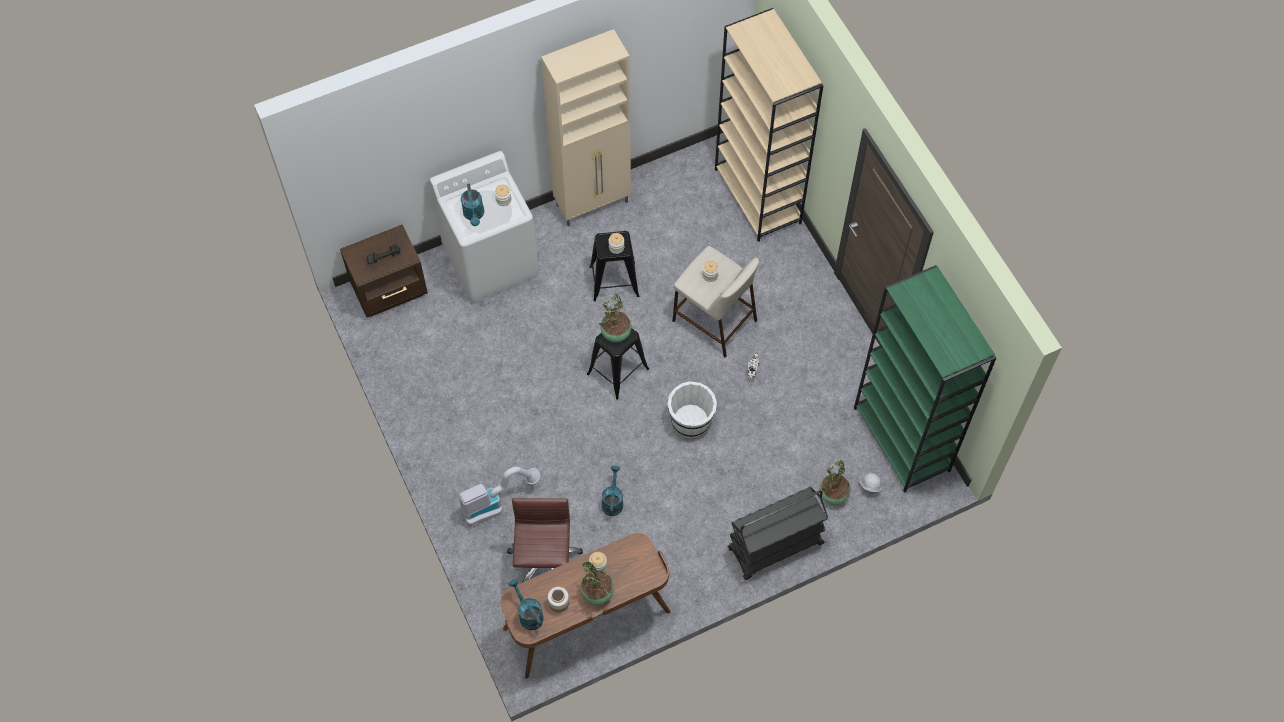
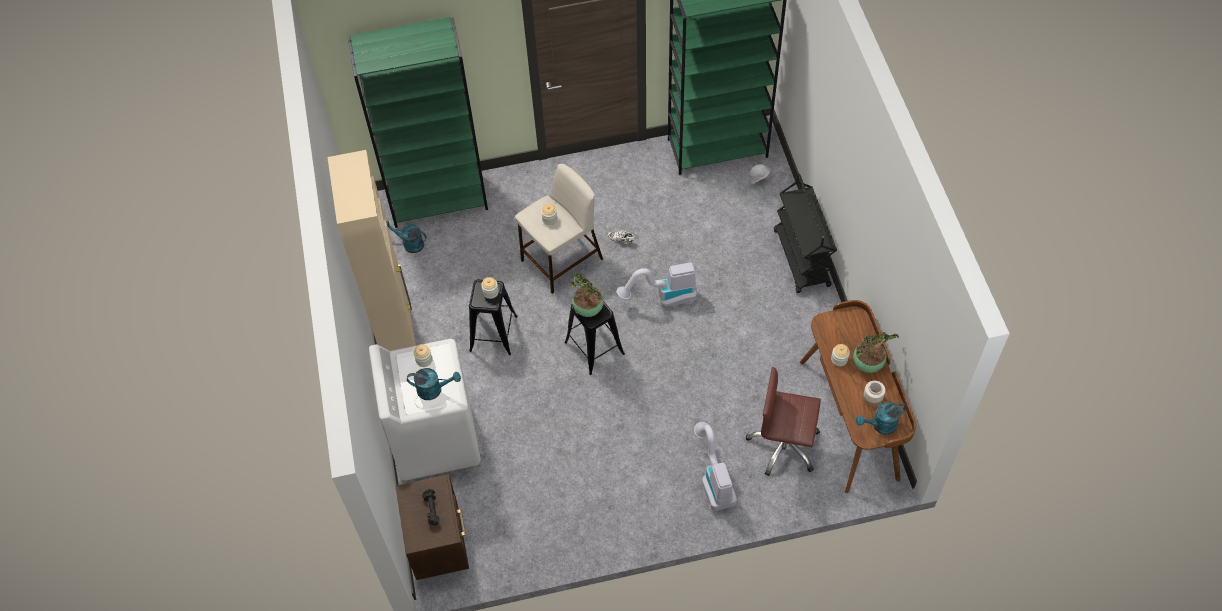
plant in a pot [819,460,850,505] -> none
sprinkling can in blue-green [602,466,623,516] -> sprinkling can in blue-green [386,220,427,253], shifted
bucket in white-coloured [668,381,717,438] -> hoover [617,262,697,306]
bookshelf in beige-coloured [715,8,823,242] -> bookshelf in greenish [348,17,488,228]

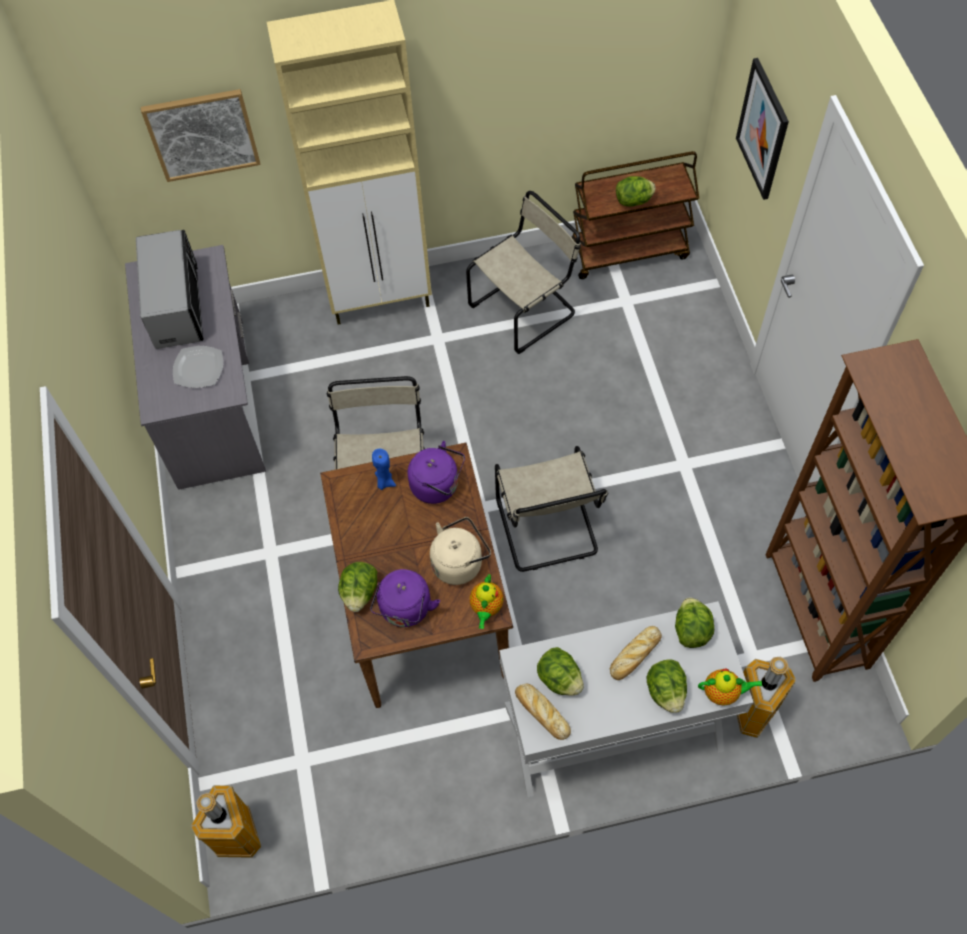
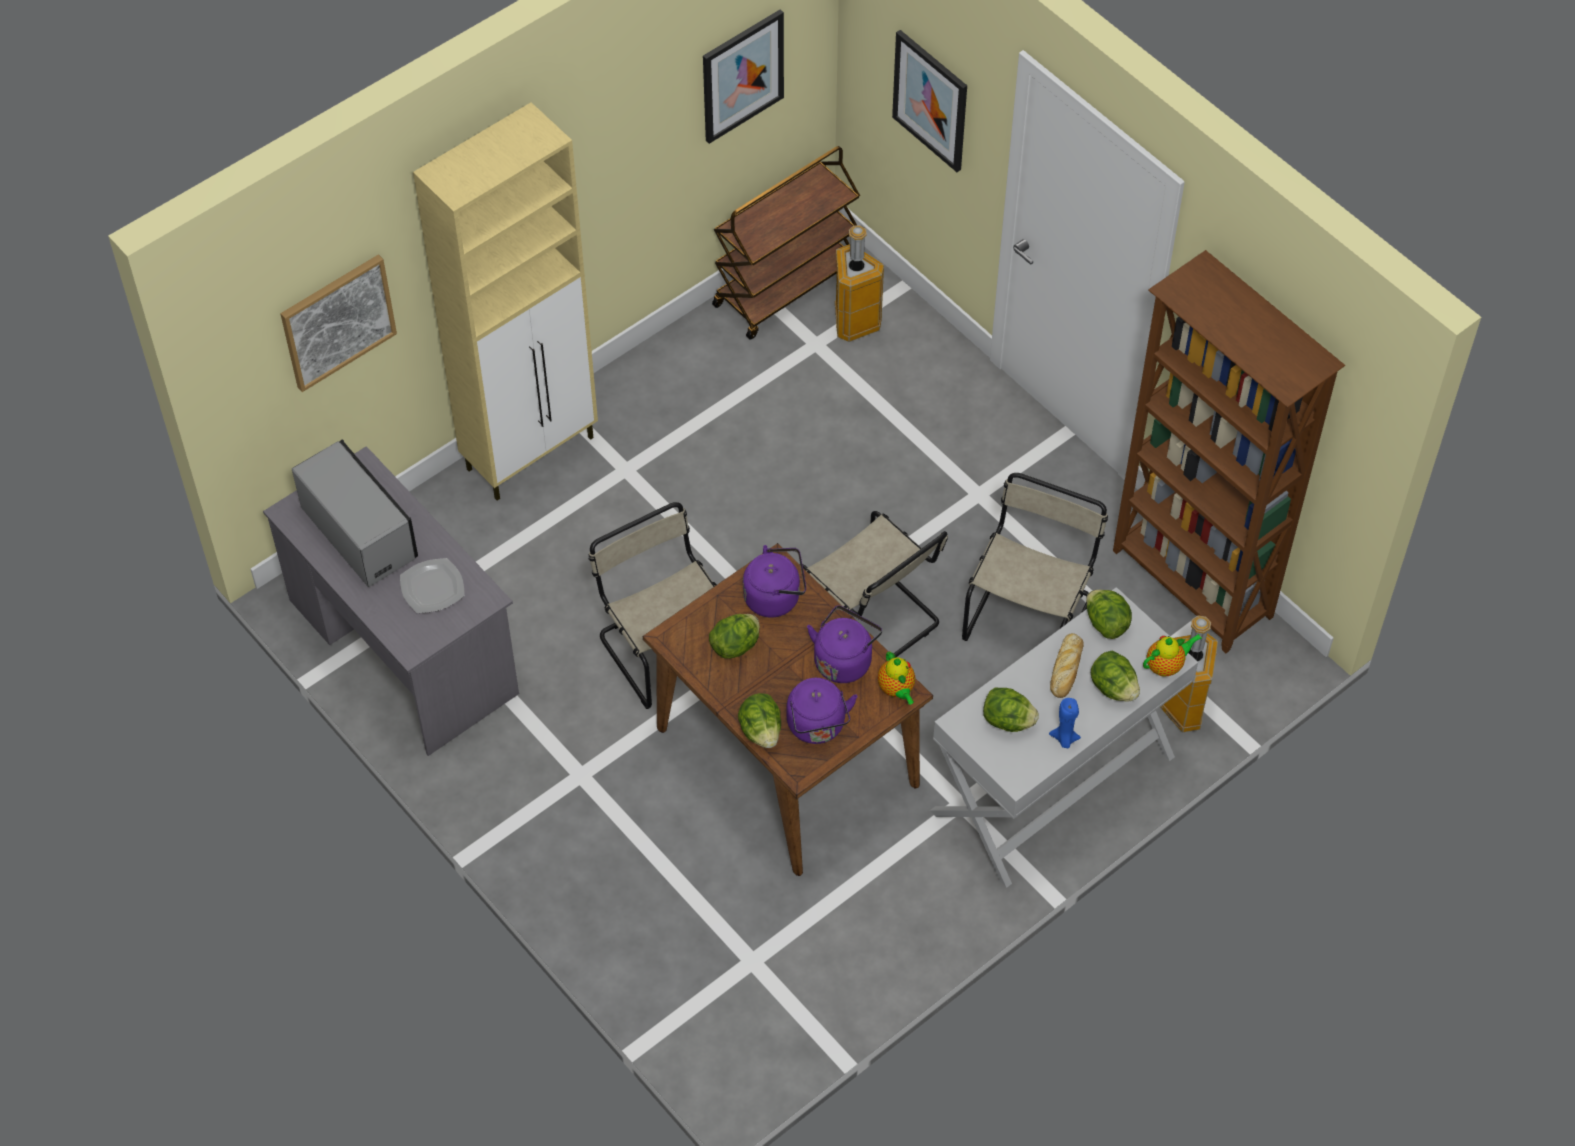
baked bread [515,684,571,740] -> none
none -> picture [703,9,784,144]
waste bin [191,785,261,858] -> waste bin [835,225,884,342], shifted
candle in blue [372,449,396,490] -> candle in blue [1049,698,1081,748], shifted
plain chair in beige-coloured [466,191,581,354] -> plain chair in beige-coloured [962,473,1108,641], shifted
lettuce [616,176,656,207] -> lettuce [709,614,760,659], shifted
kettle in beige-coloured [430,517,491,585] -> kettle in purple [807,605,882,683]

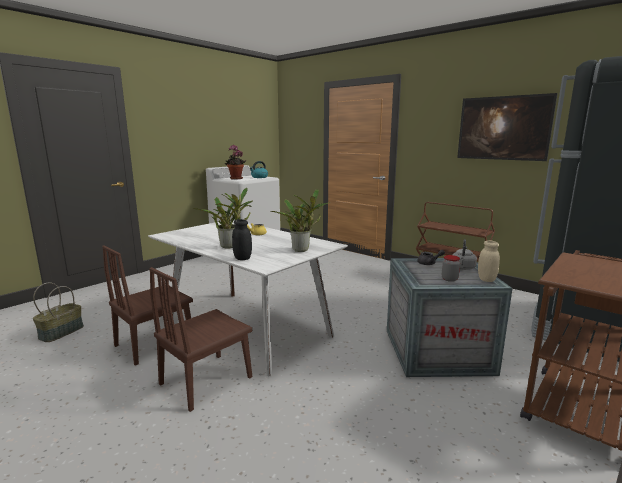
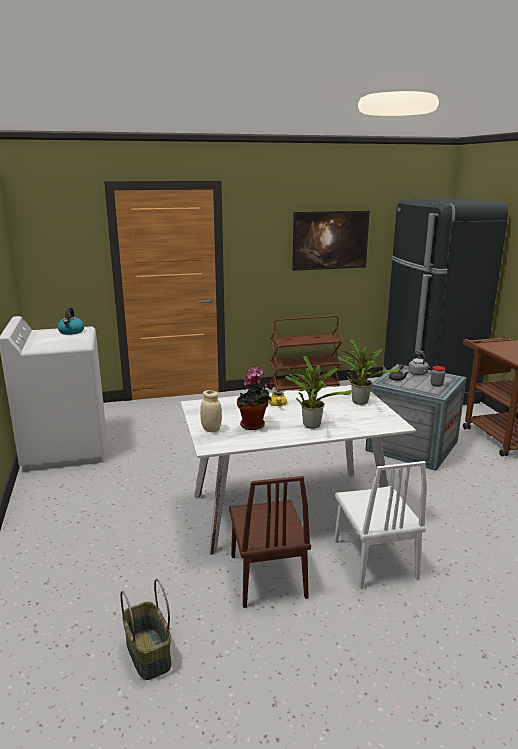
storage jar in blackish [232,219,252,260] -> none
plant in a pot [225,145,246,179] -> plant in a pot [237,366,272,430], shifted
storage jar in beige-coloured [478,241,500,282] -> storage jar in beige-coloured [200,390,222,432], shifted
plain chair in brown [149,267,252,412] -> plain chair in white-coloured [334,461,427,589]

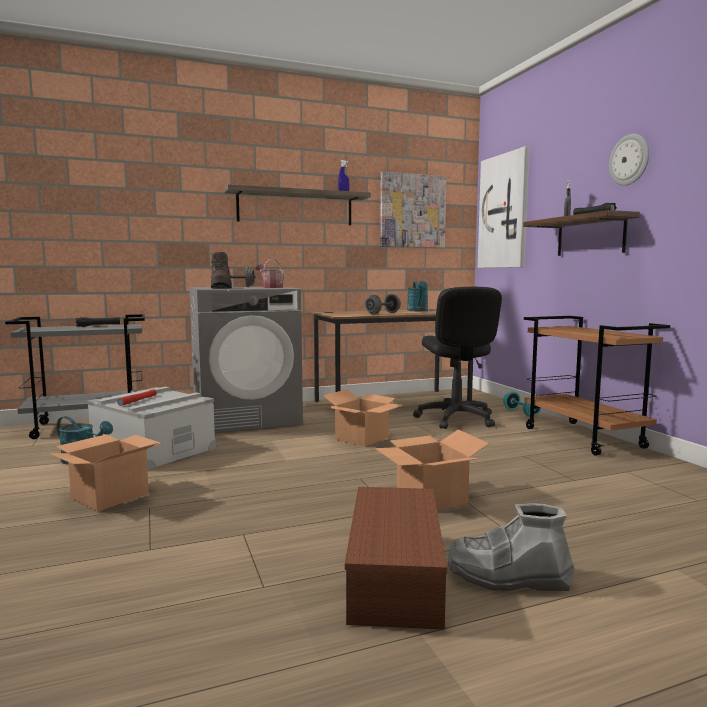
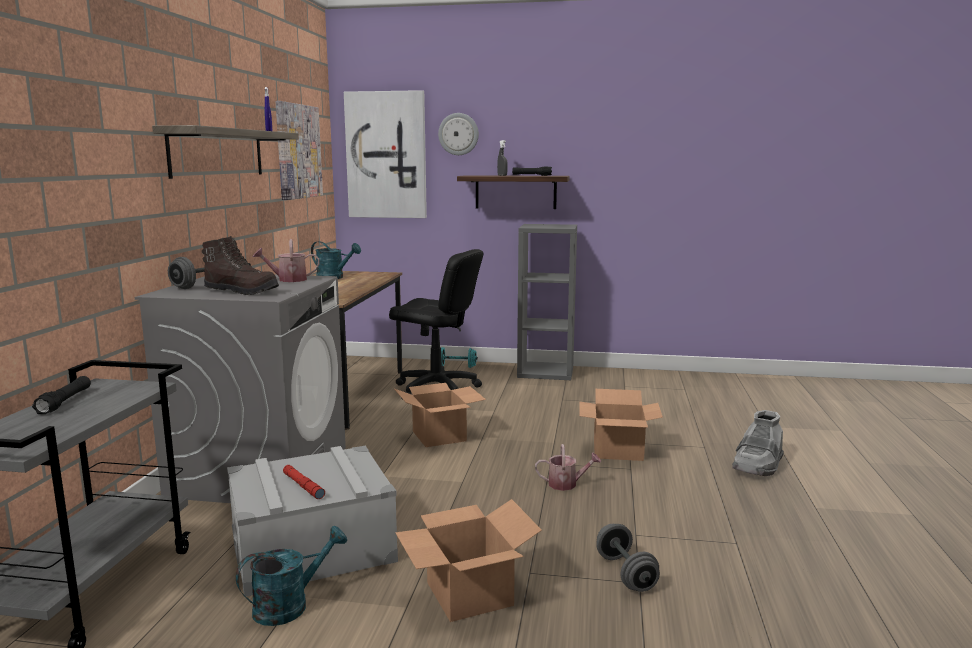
storage box in brown [345,487,447,630] -> none
none -> sprinkling can [535,444,601,491]
dumbbell in greyish [365,294,401,314] -> dumbbell in greyish [596,524,660,592], shifted
wall clock [609,134,649,186] -> wall clock [438,113,479,155], shifted
wheeled cart in brown [524,316,670,455] -> bookshelf in greyish [517,224,577,380]

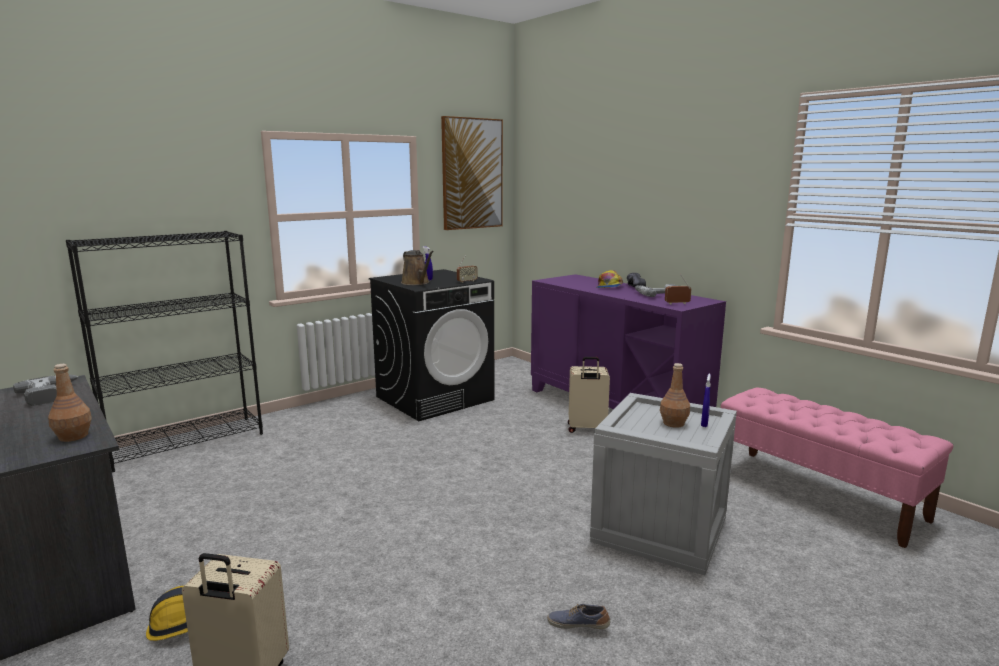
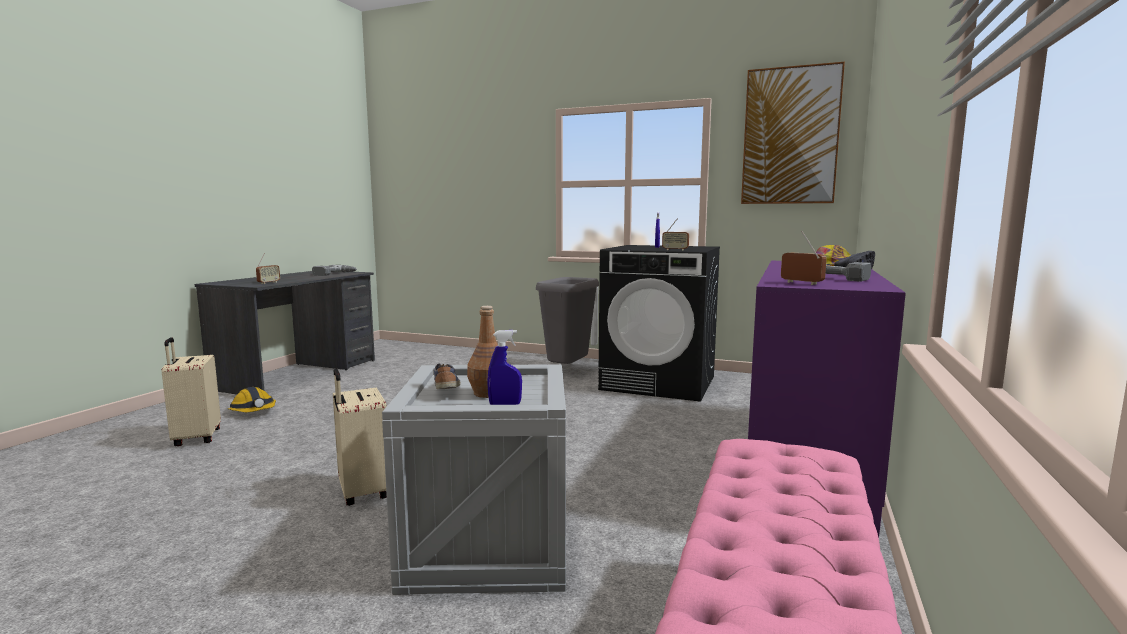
bookshelf in blackish [66,231,263,472] -> none
sprinkling can in brown [401,250,434,285] -> none
none -> waste bin in greyish [536,277,599,364]
shoe [547,604,610,629] -> shoe [434,363,461,389], shifted
suitcase in beige-coloured [568,357,610,433] -> suitcase in beige-coloured [333,369,387,506], shifted
bottle in brown [48,364,92,442] -> radio receiver [256,253,280,284]

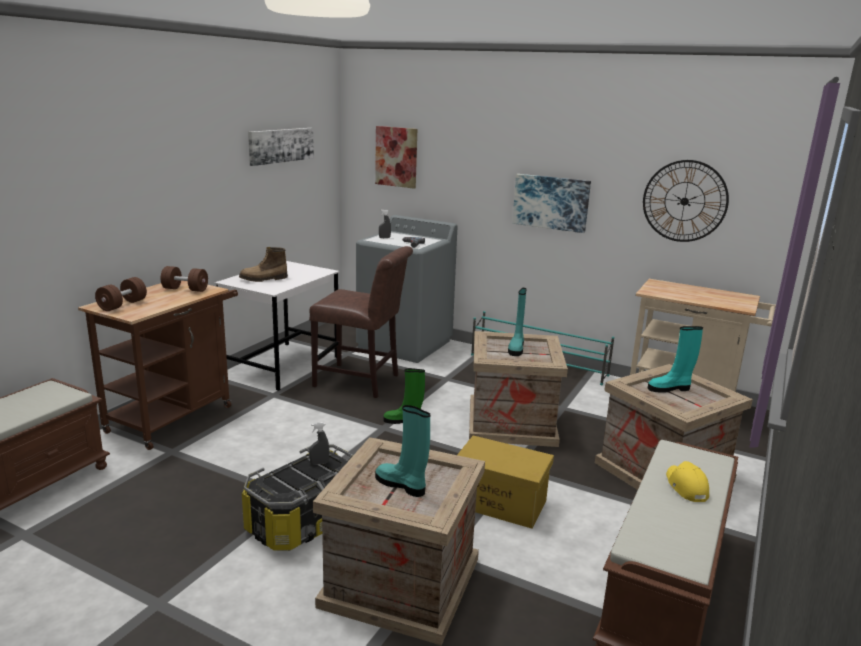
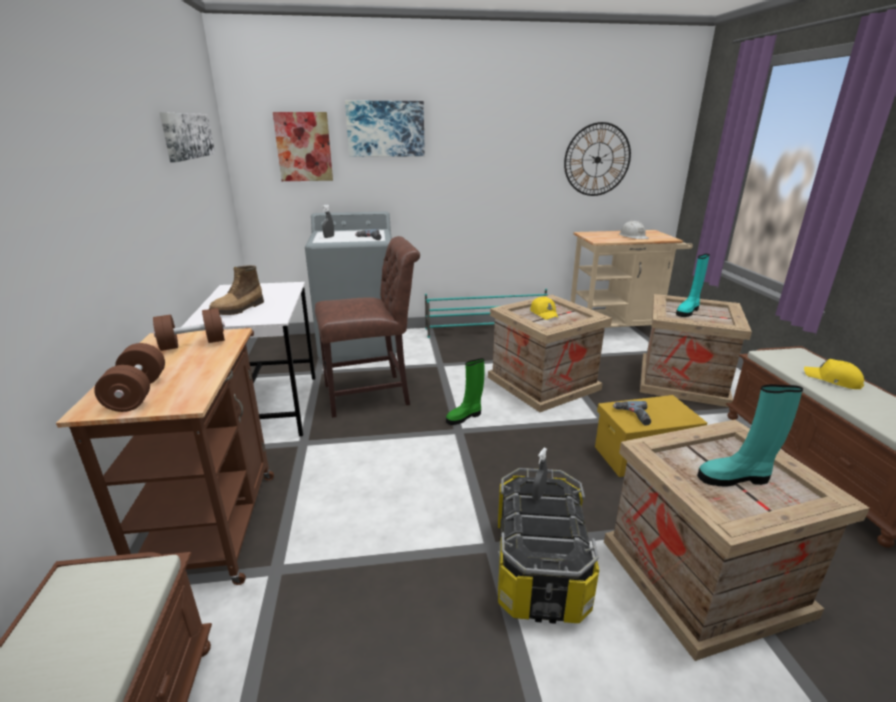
none -> power drill [613,401,651,426]
none -> safety helmet in white-coloured [619,221,649,239]
picture [512,174,591,233] -> picture [345,101,425,157], shifted
tall boot in blue-green [508,288,527,356] -> baseball cap in yellow-coloured [530,296,558,320]

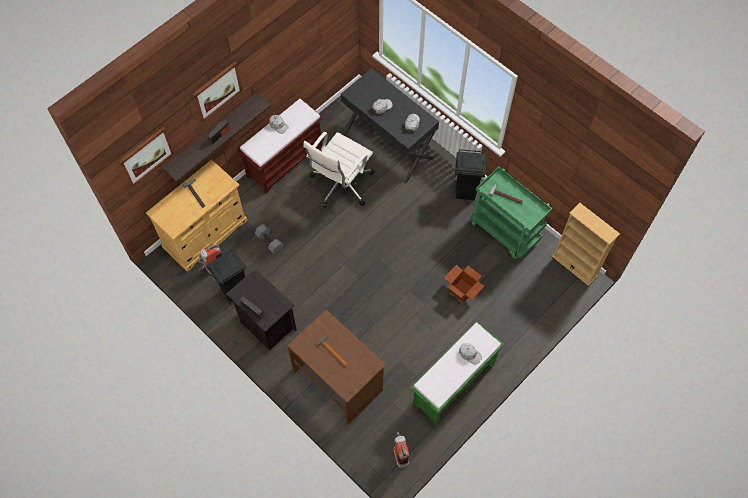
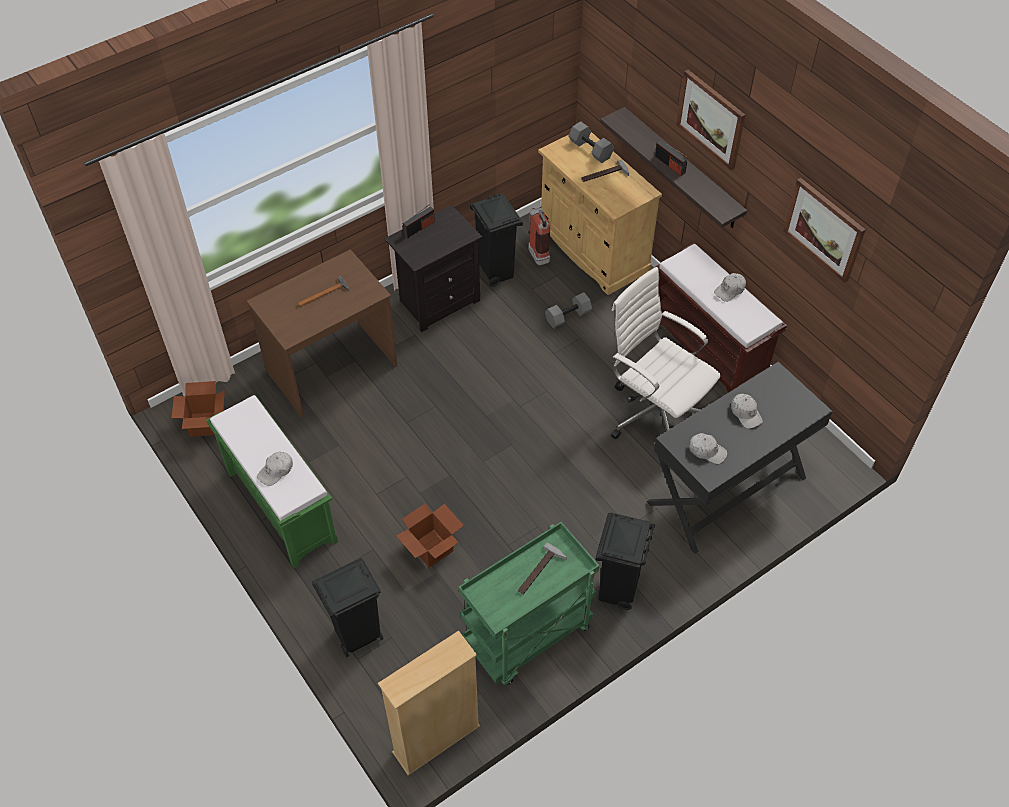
none -> waste bin in blackish [312,558,383,658]
none -> dumbbell in greyish [569,121,614,163]
picture [118,127,175,187] -> picture [783,178,866,283], shifted
extinguisher [394,432,409,468] -> carton [172,381,225,437]

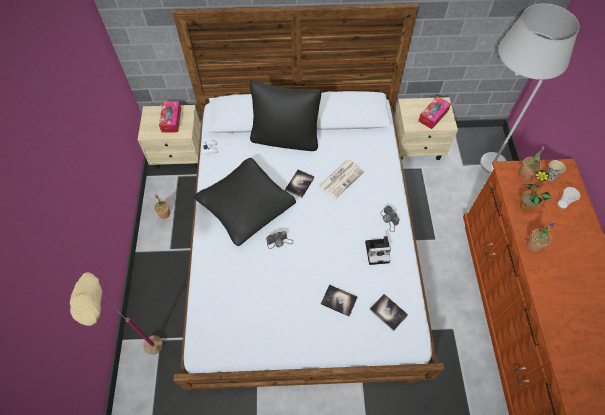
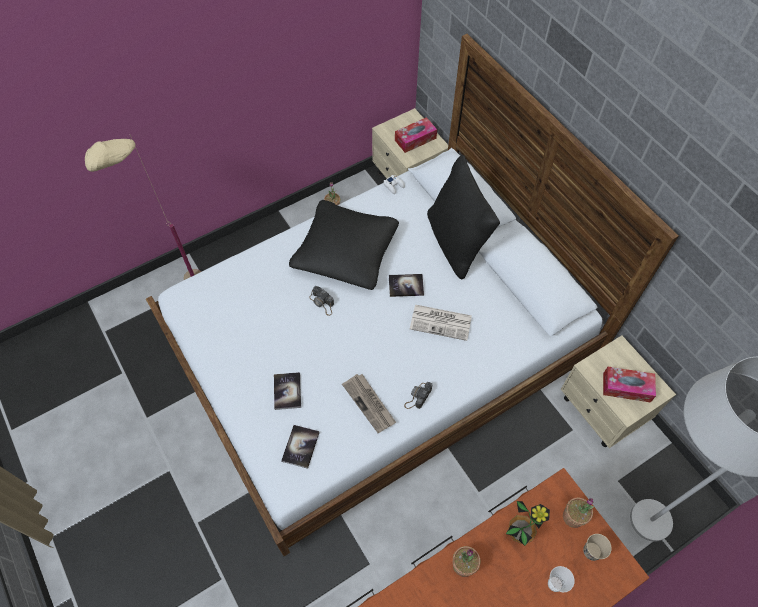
still camera [365,236,391,265] -> daily paper [342,374,396,433]

